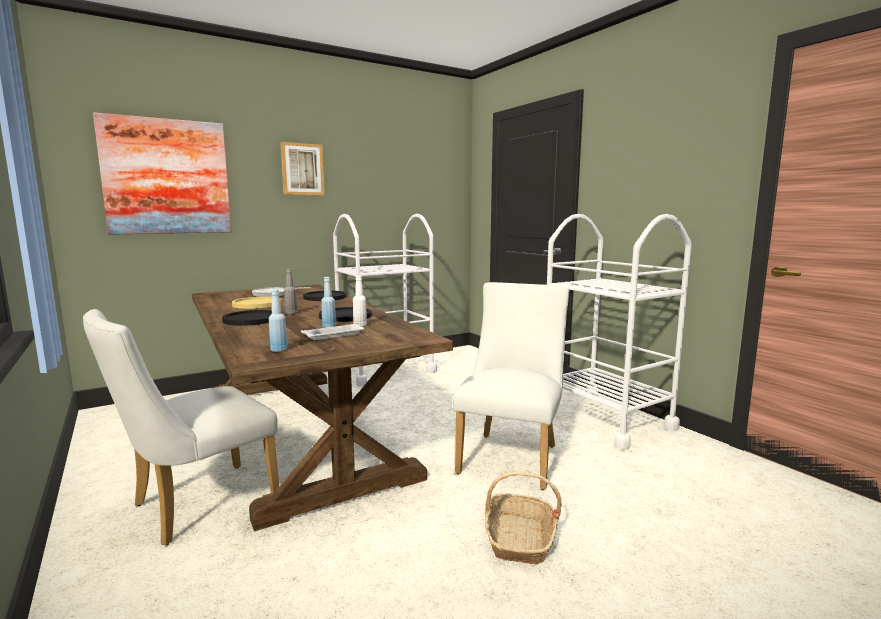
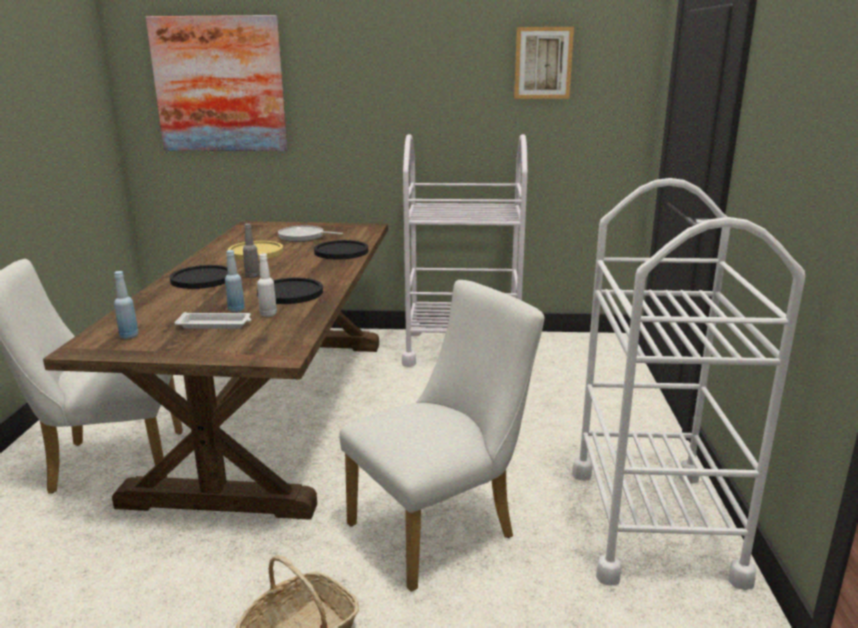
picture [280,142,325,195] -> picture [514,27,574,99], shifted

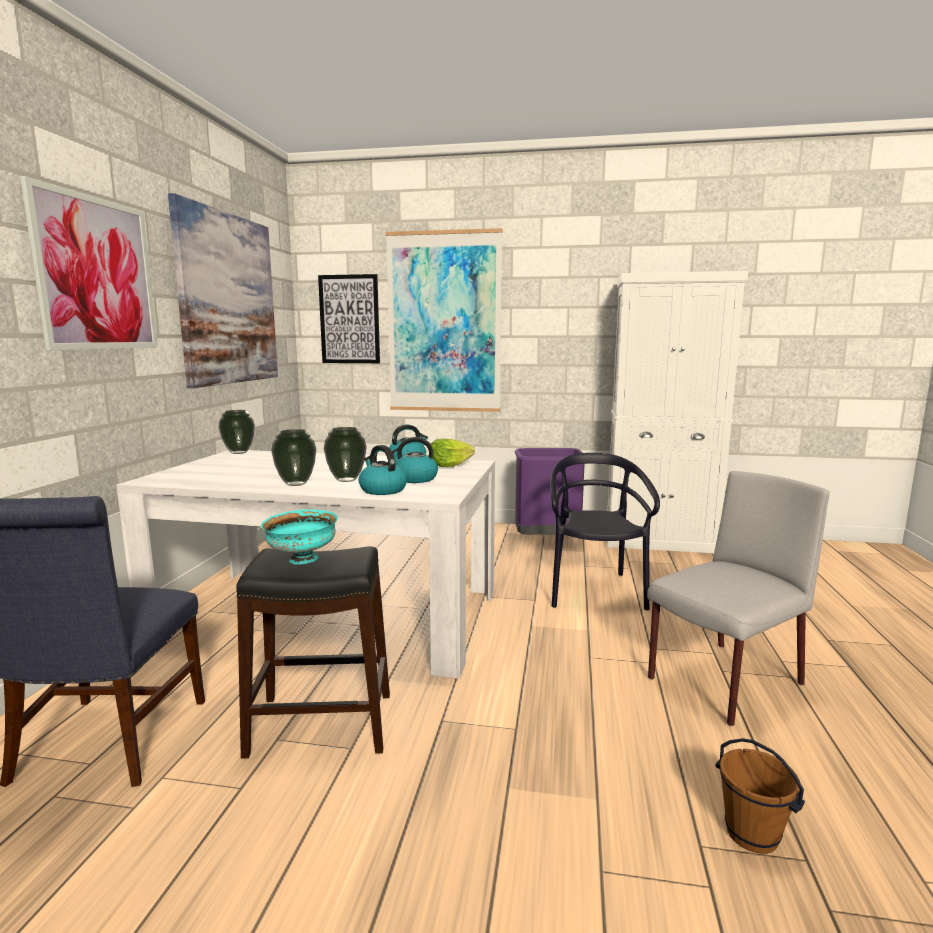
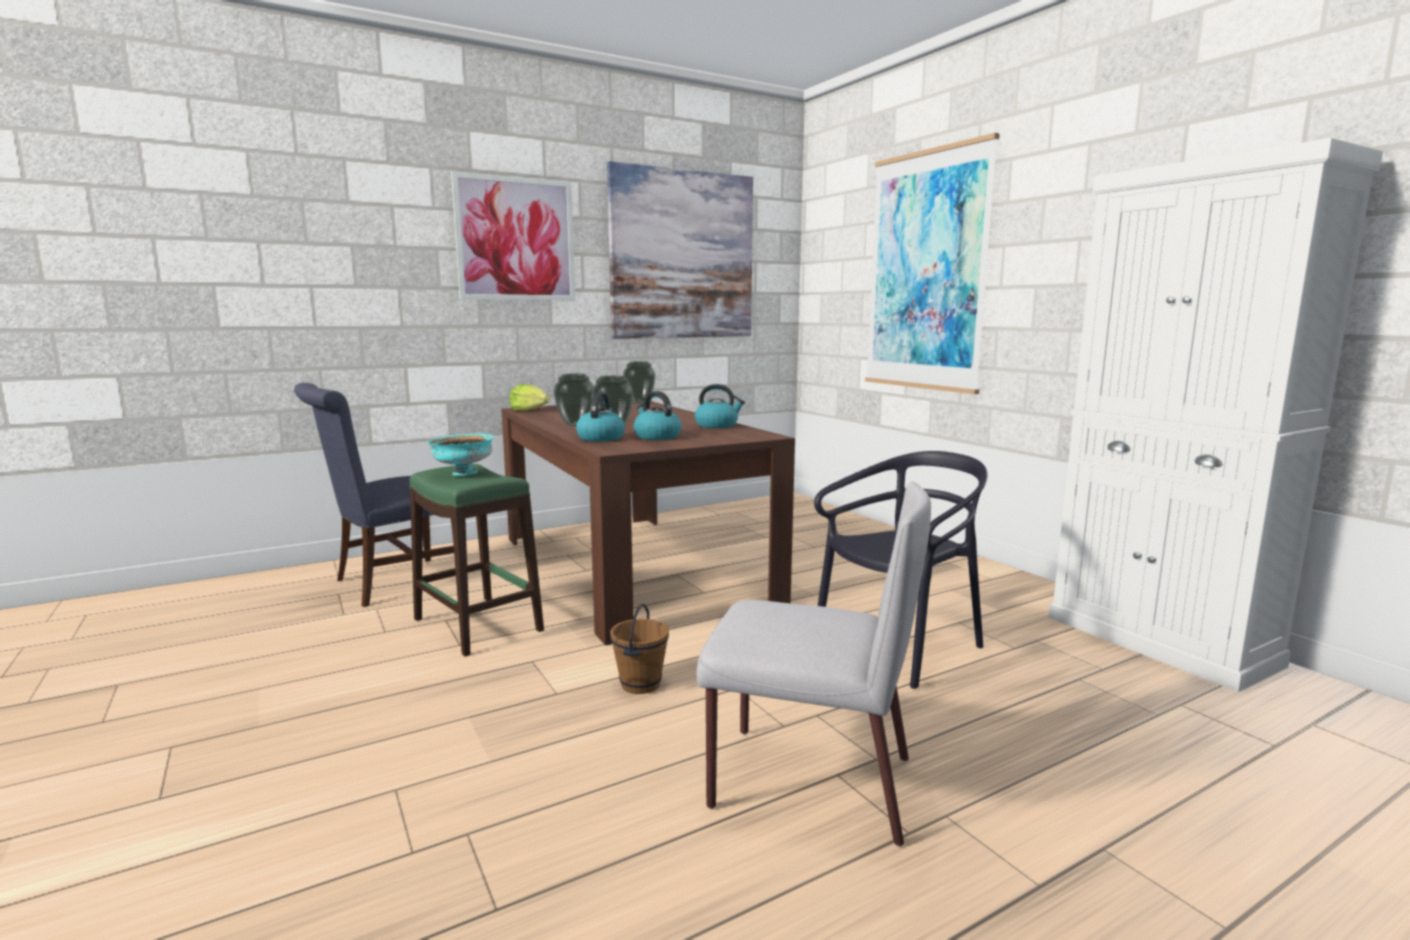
picture [318,274,380,363] -> none
waste bin in purple [515,448,584,535] -> none
lettuce [431,438,475,467] -> lettuce [510,384,550,411], shifted
bucket in brown [715,738,805,854] -> bucket in brown [610,603,669,694], shifted
kitchen table in white-coloured [116,450,495,679] -> kitchen table in brown [501,401,795,646]
stool seat in blackish [236,546,390,759] -> stool seat in greenish [409,464,544,657]

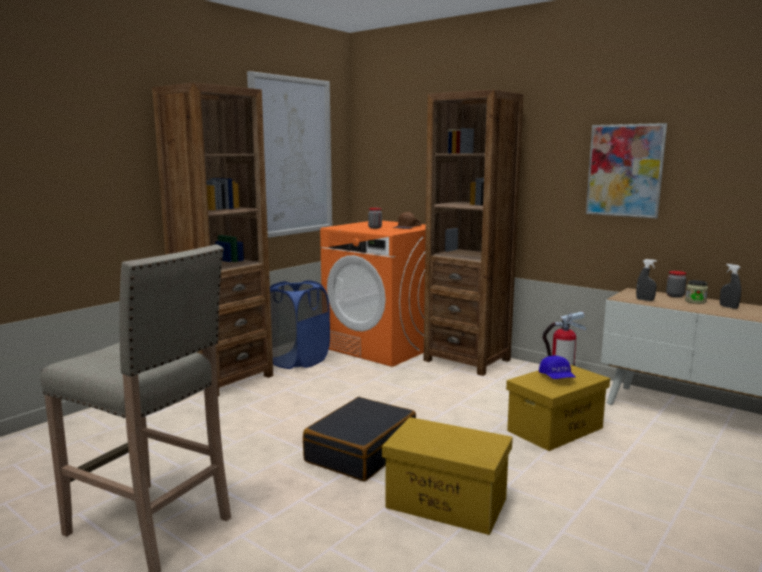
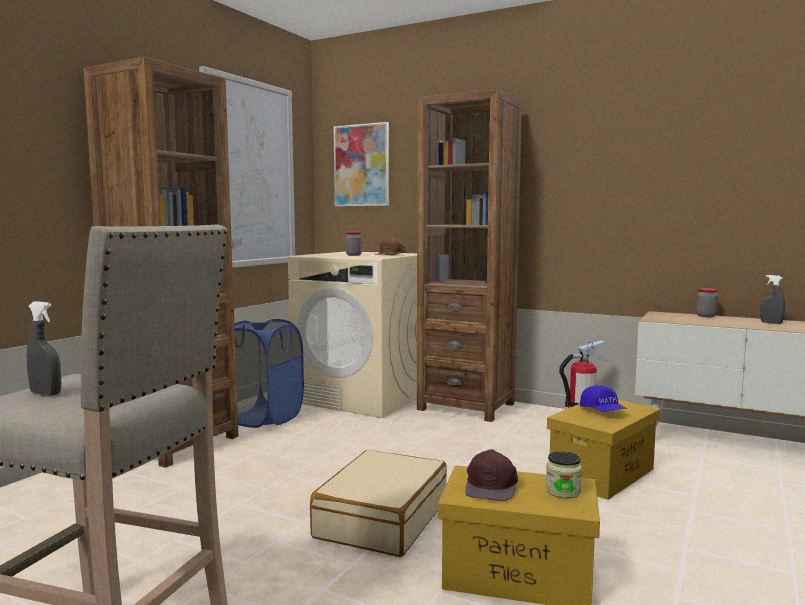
none -> baseball cap in brown [465,449,518,501]
picture [586,123,667,219] -> picture [333,122,389,206], shifted
hand sprayer in greyish [636,259,657,301] -> hand sprayer in greyish [27,301,61,396], shifted
storage jar [685,280,708,304] -> storage jar [546,451,582,498], shifted
suitcase in blackish [303,397,416,482] -> suitcase in beige-coloured [310,450,447,557]
laundry machine in orange [320,221,426,367] -> laundry machine in beige-coloured [288,252,417,418]

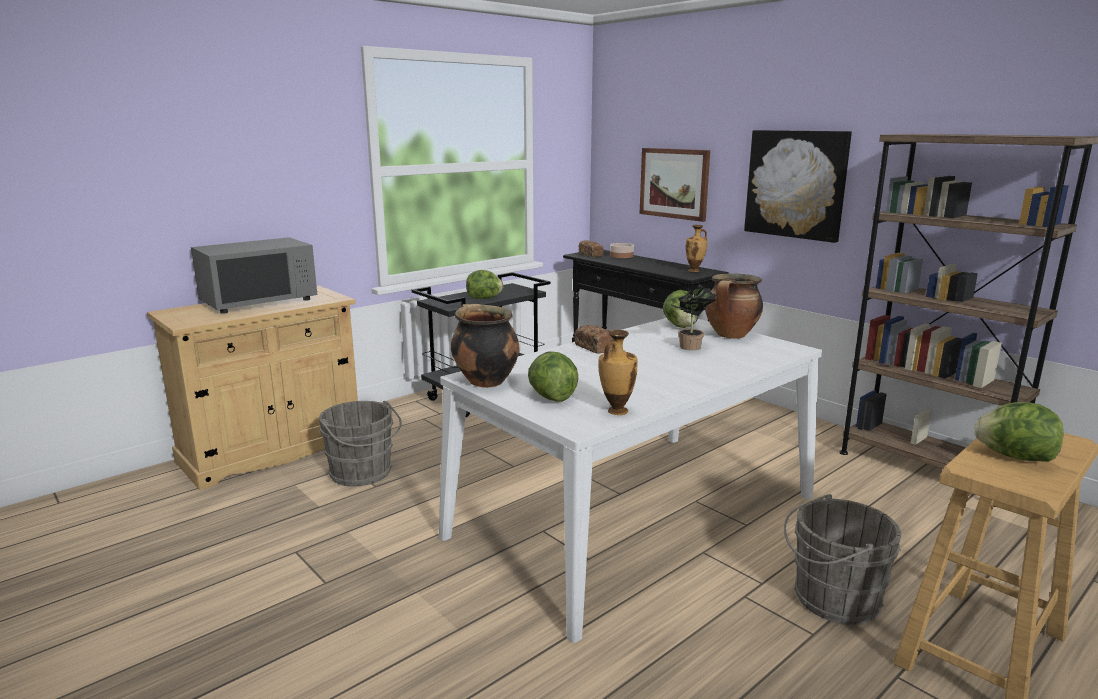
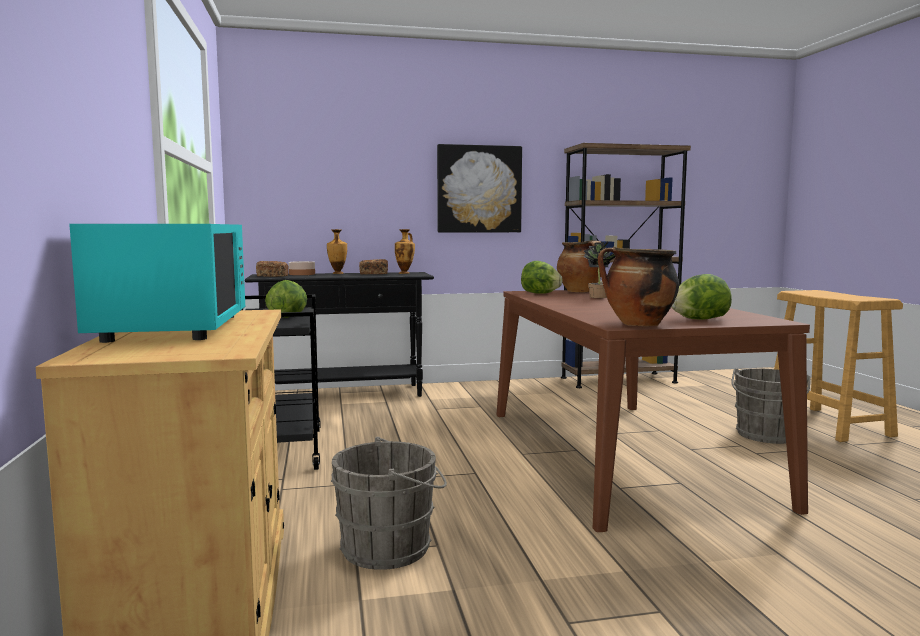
picture [640,148,710,222] -> none
lettuce [974,402,1064,462] -> none
baked bread [574,325,614,353] -> baked bread [359,259,388,274], shifted
flower vase [598,330,638,415] -> flower vase [327,229,347,274], shifted
kitchen microwave in greyish [191,237,317,314] -> kitchen microwave in blue-green [69,224,245,343]
kitchen table in white-coloured [439,318,822,643] -> kitchen table in brown [496,290,810,532]

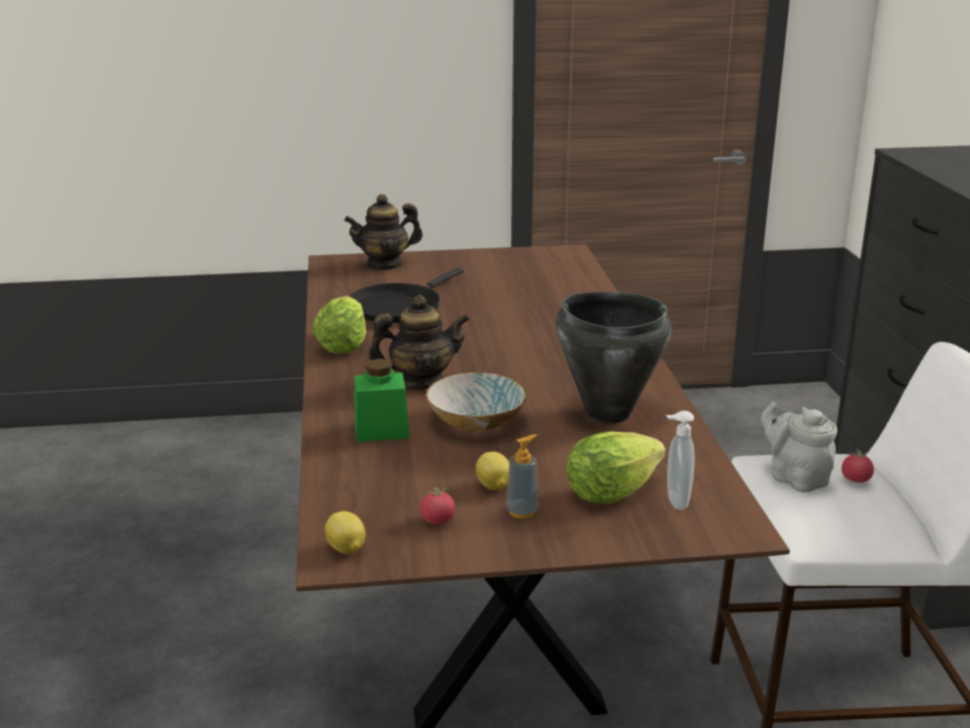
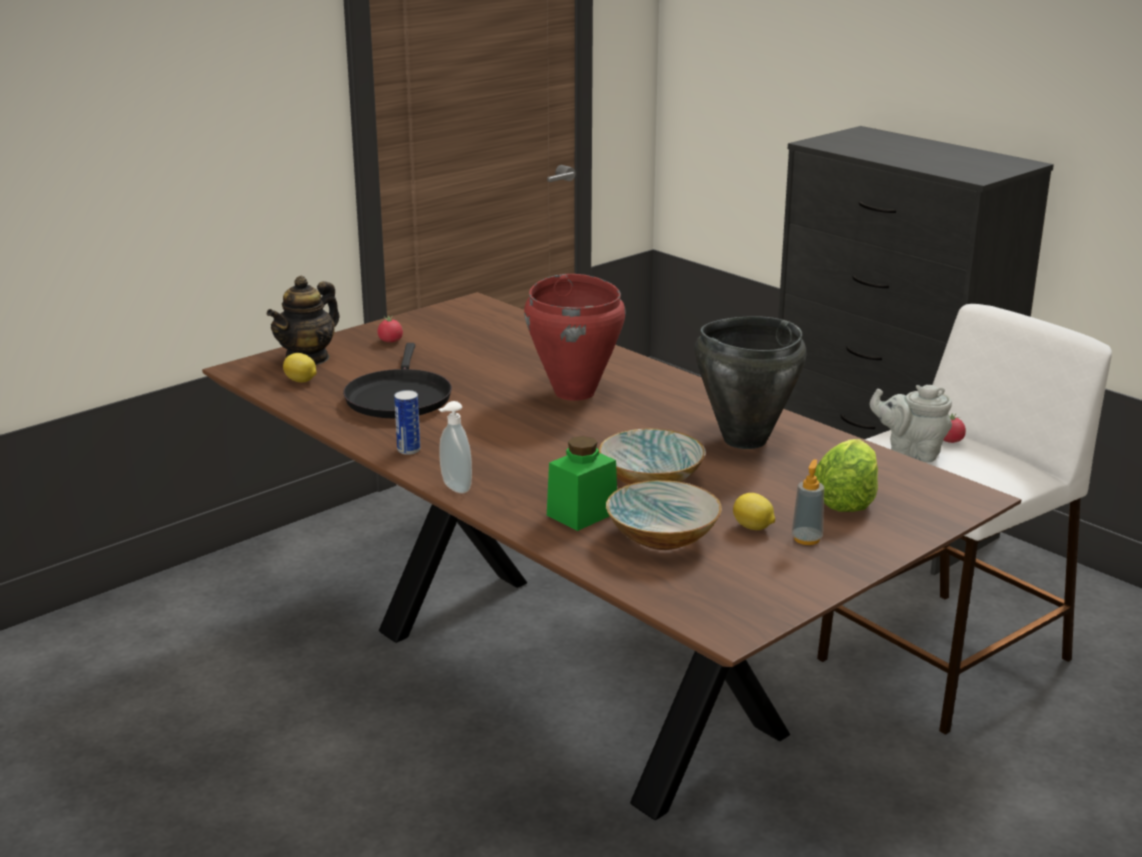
tea pot [368,295,470,390] -> none
none -> cooking pot in red [524,274,626,401]
none -> serving bowl [606,480,722,550]
whole lemon [325,511,366,554] -> whole lemon [283,353,317,382], shifted
whole tomato [420,485,455,524] -> whole tomato [377,315,403,342], shifted
liquid soap bottle [666,411,695,510] -> liquid soap bottle [438,401,472,493], shifted
lettuce [312,296,366,354] -> can [394,390,420,455]

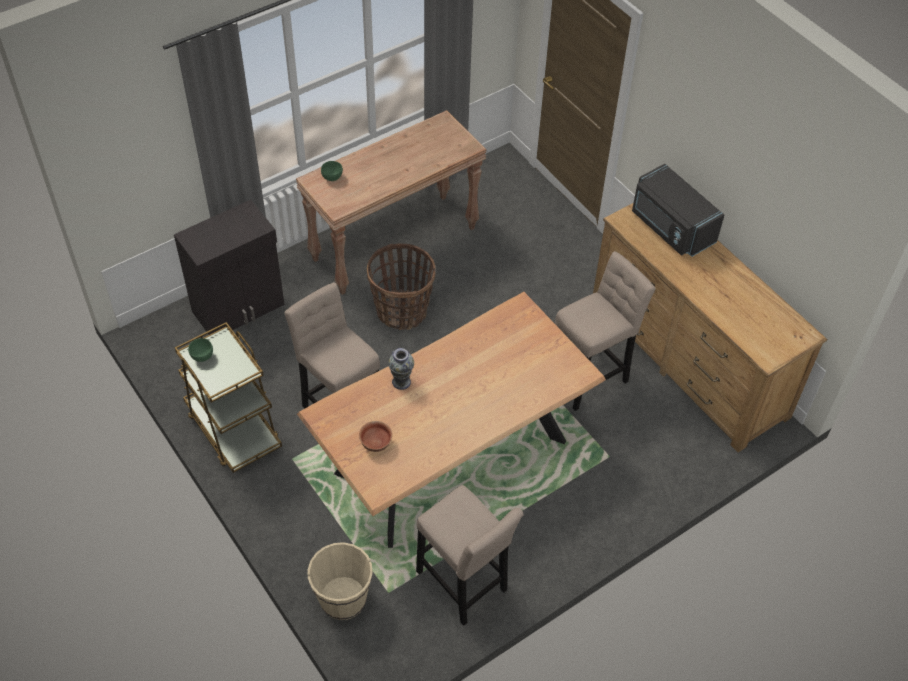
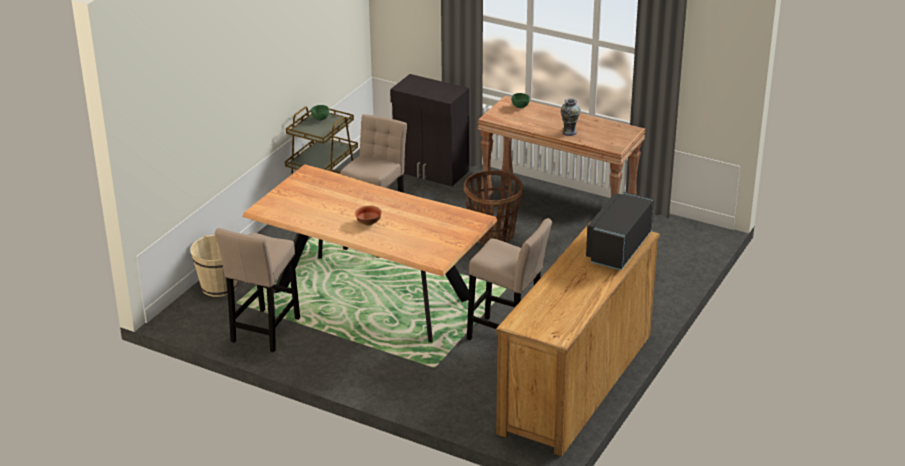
serving bowl [359,421,392,452] -> serving bowl [355,206,382,226], shifted
flower vase [388,348,414,390] -> flower vase [561,98,581,136], shifted

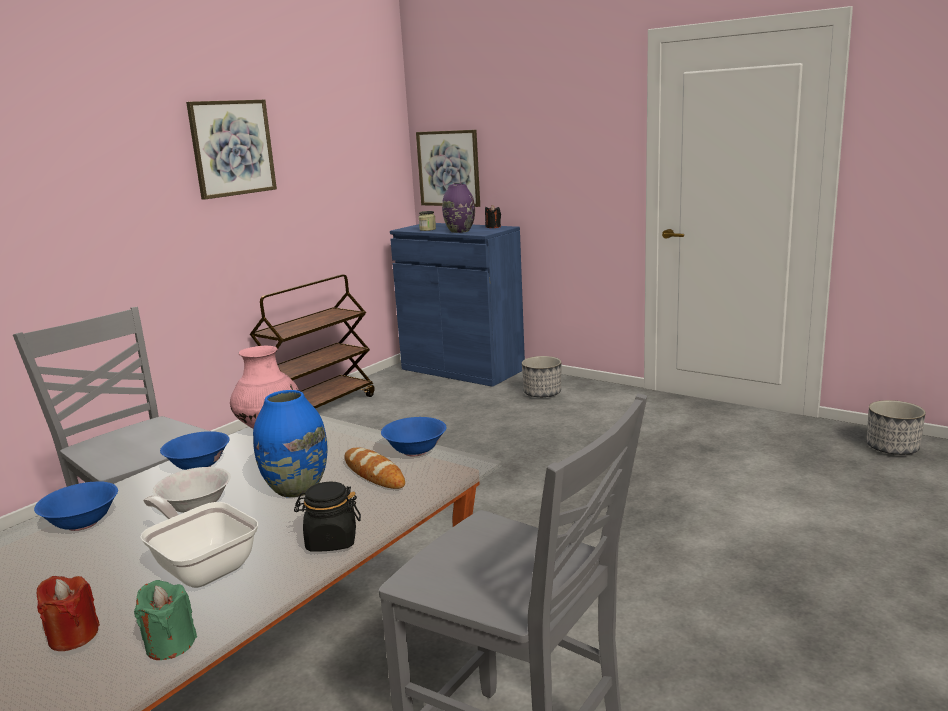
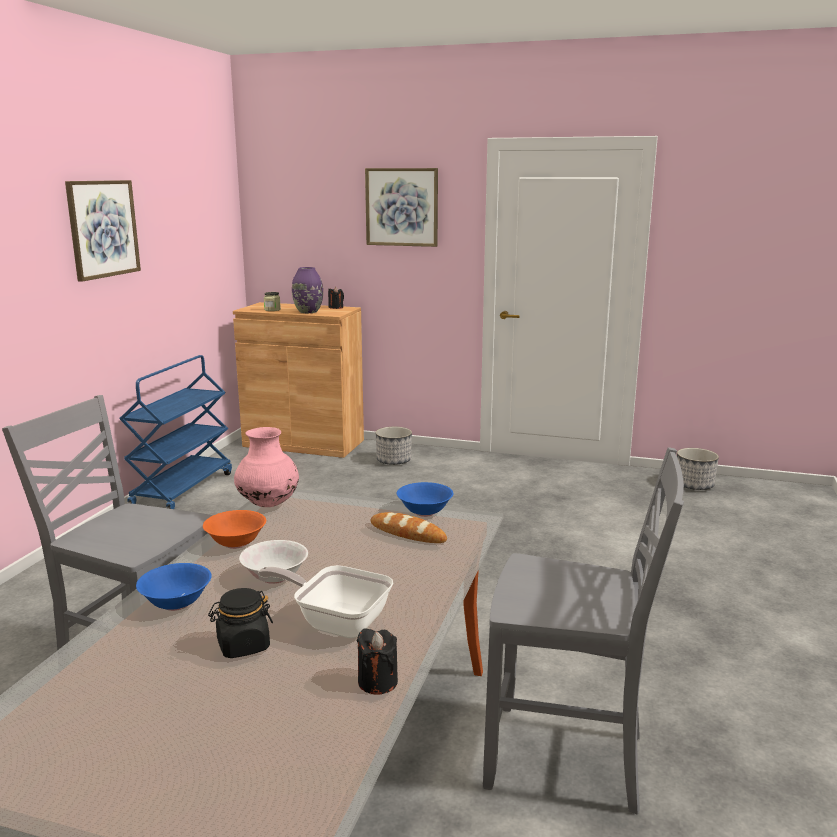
candle in red [37,576,100,651] -> none
flower vase in blue [253,390,327,498] -> none
storage jar in blackish [294,482,361,552] -> storage jar in blackish [208,588,273,658], shifted
picture [416,130,480,207] -> picture [365,168,438,247], shifted
candle in greenish [134,580,197,660] -> candle in blackish [357,628,398,695]
serving bowl in blue [160,431,230,470] -> serving bowl in orange [203,510,266,549]
wheeled cart in brown [250,274,375,409] -> wheeled cart in blue [119,355,232,509]
cupboard in blue [390,223,525,387] -> cupboard in brown [233,302,364,458]

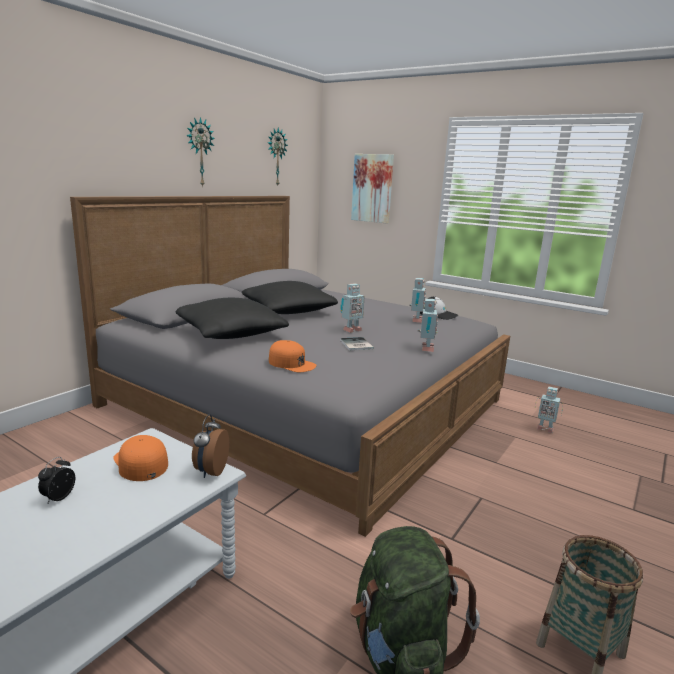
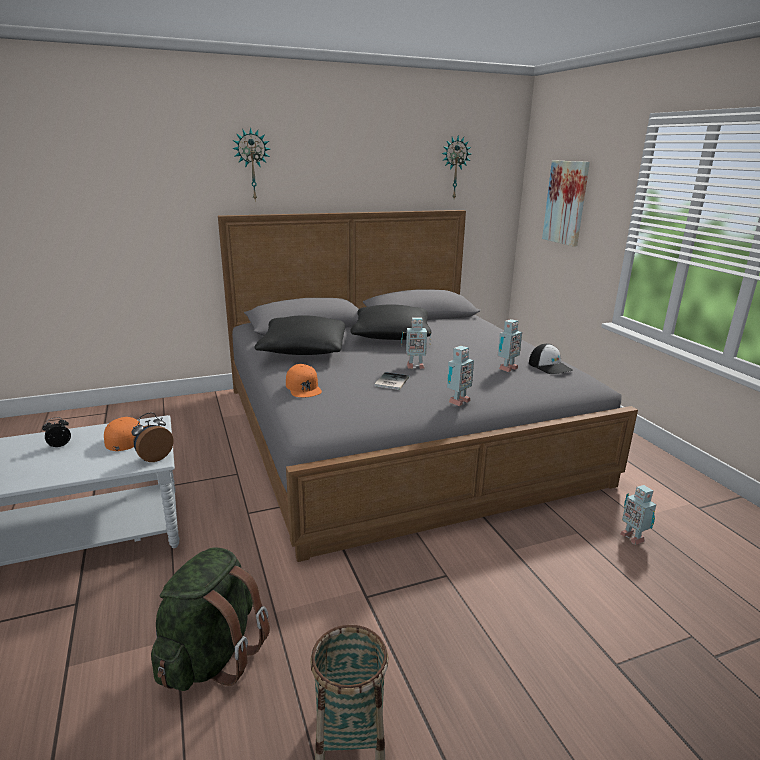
wall clock [186,117,215,187] -> wall clock [232,127,270,200], shifted

